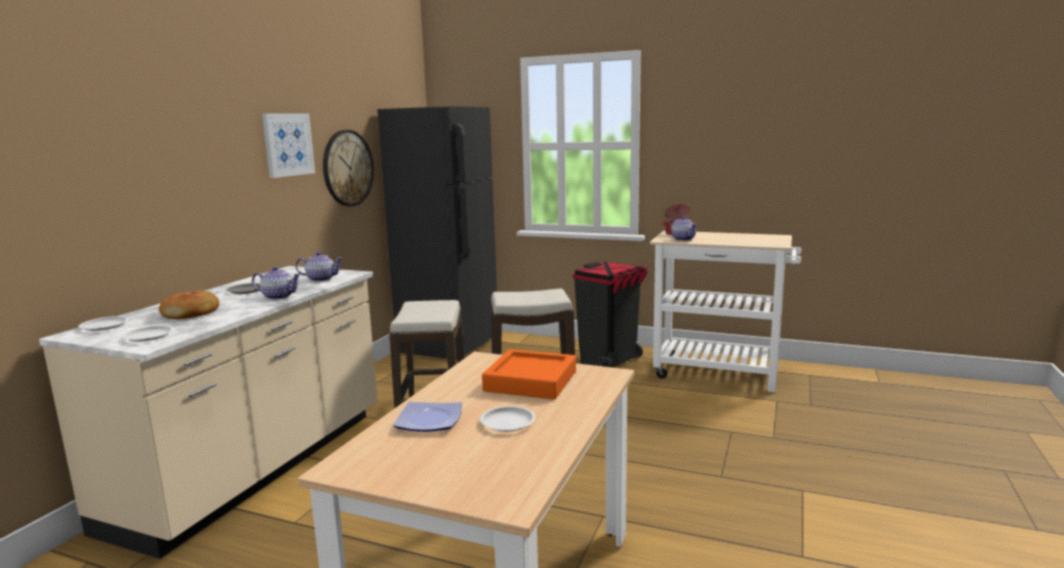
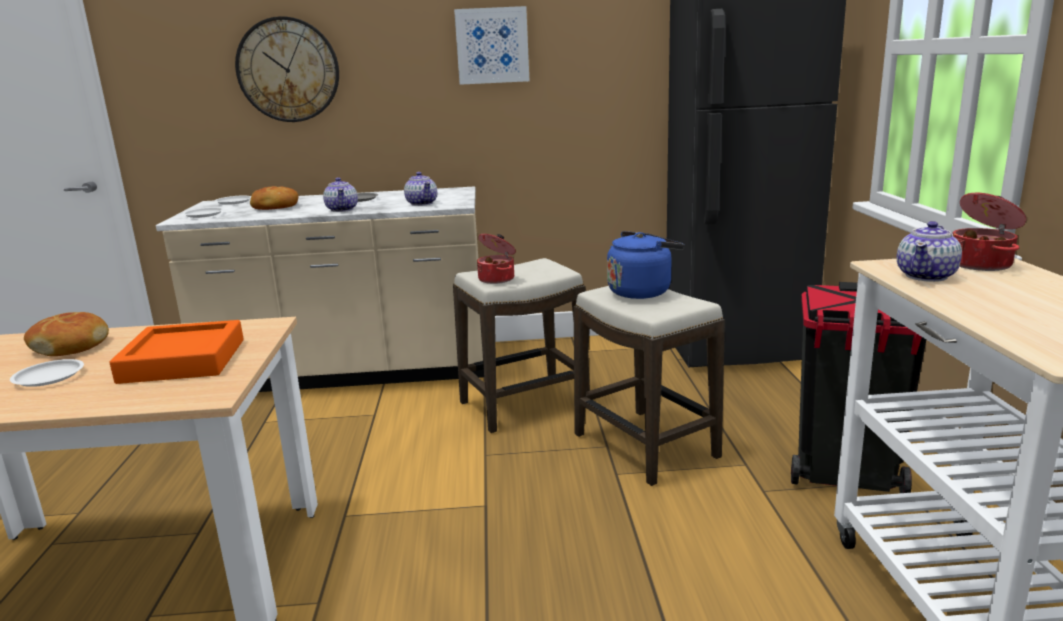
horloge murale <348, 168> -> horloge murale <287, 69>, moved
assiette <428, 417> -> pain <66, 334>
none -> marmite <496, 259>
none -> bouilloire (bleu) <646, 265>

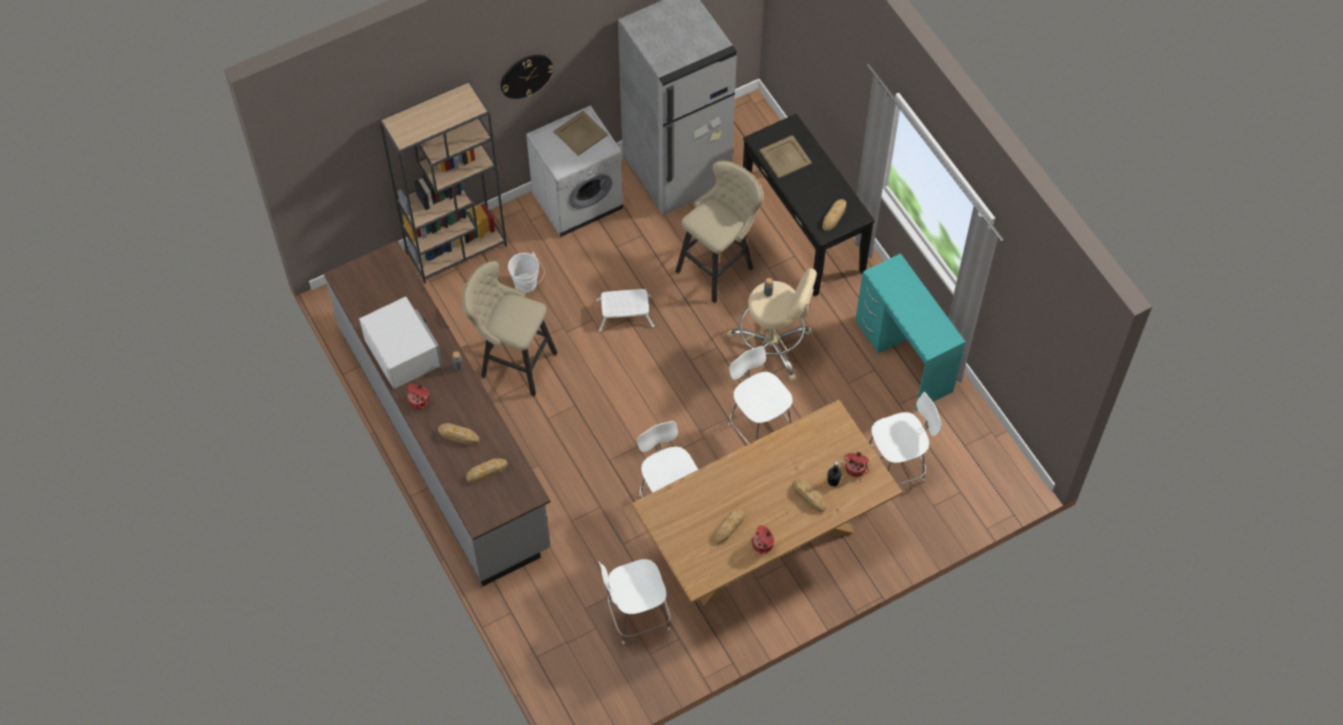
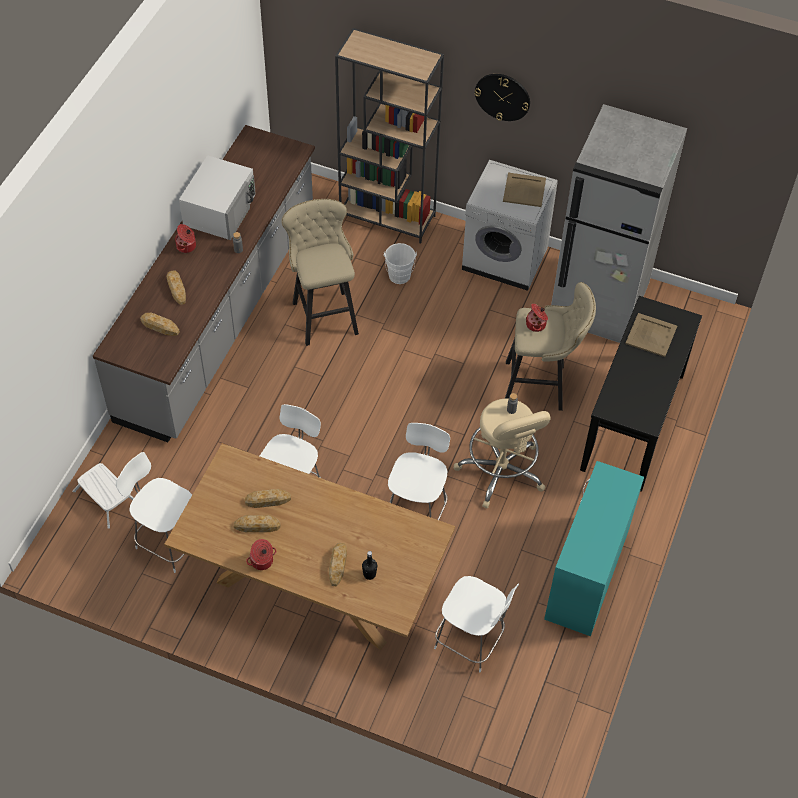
escabeau (blanc) <625, 310> -> escabeau (blanc) <103, 496>, moved
pain <834, 215> -> pain <268, 498>, moved
marmite <856, 464> -> marmite <537, 318>, moved

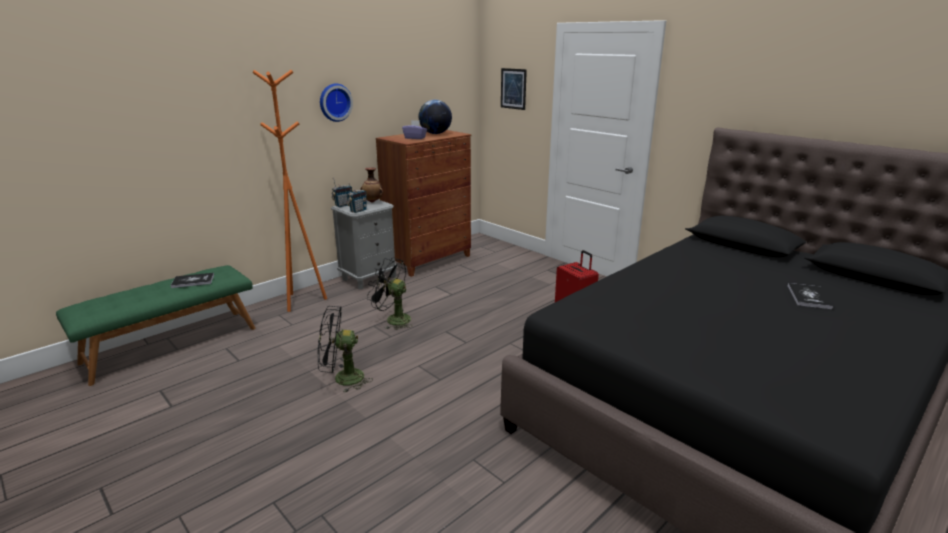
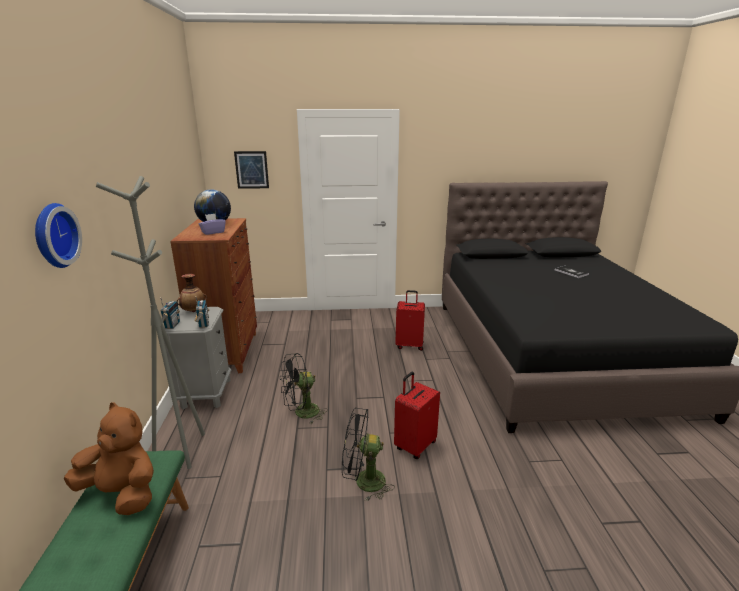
livre <192, 280> -> peluche (marron) <109, 458>
portant (orange) <290, 191> -> portant (gris) <150, 322>
ventilateur (noir) <345, 349> -> ventilateur (noir) <368, 455>, 60 degrees clockwise
horloge murale <336, 102> -> horloge murale <58, 235>, moved
none -> valise (rouge) <417, 415>

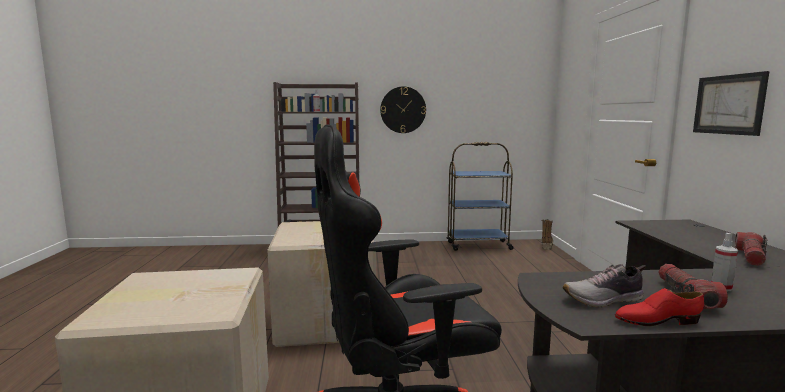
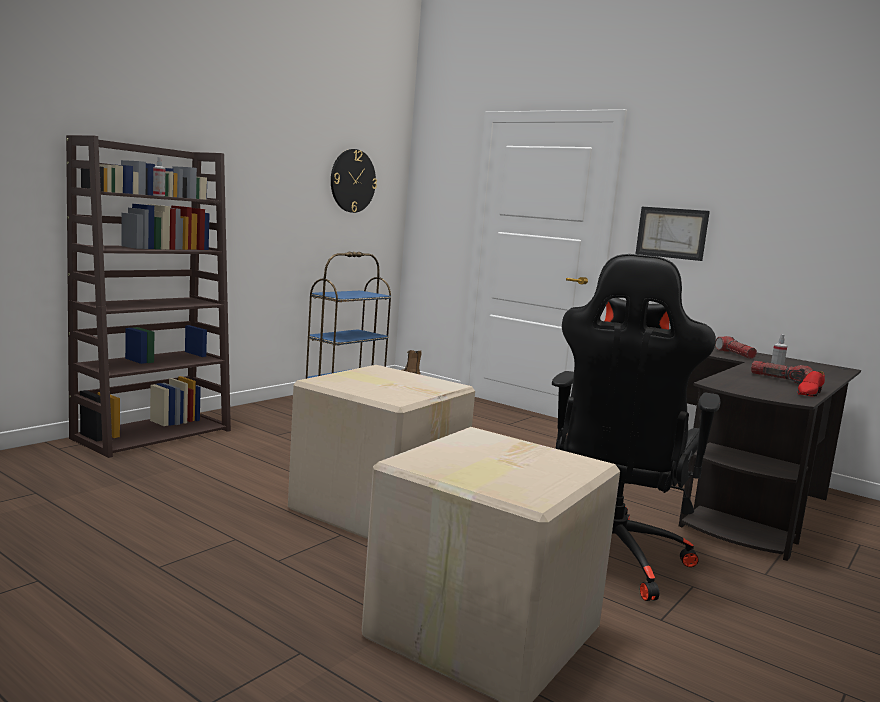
horloge murale <403, 109> -> horloge murale <354, 181>, moved
chaussure <604, 286> -> none

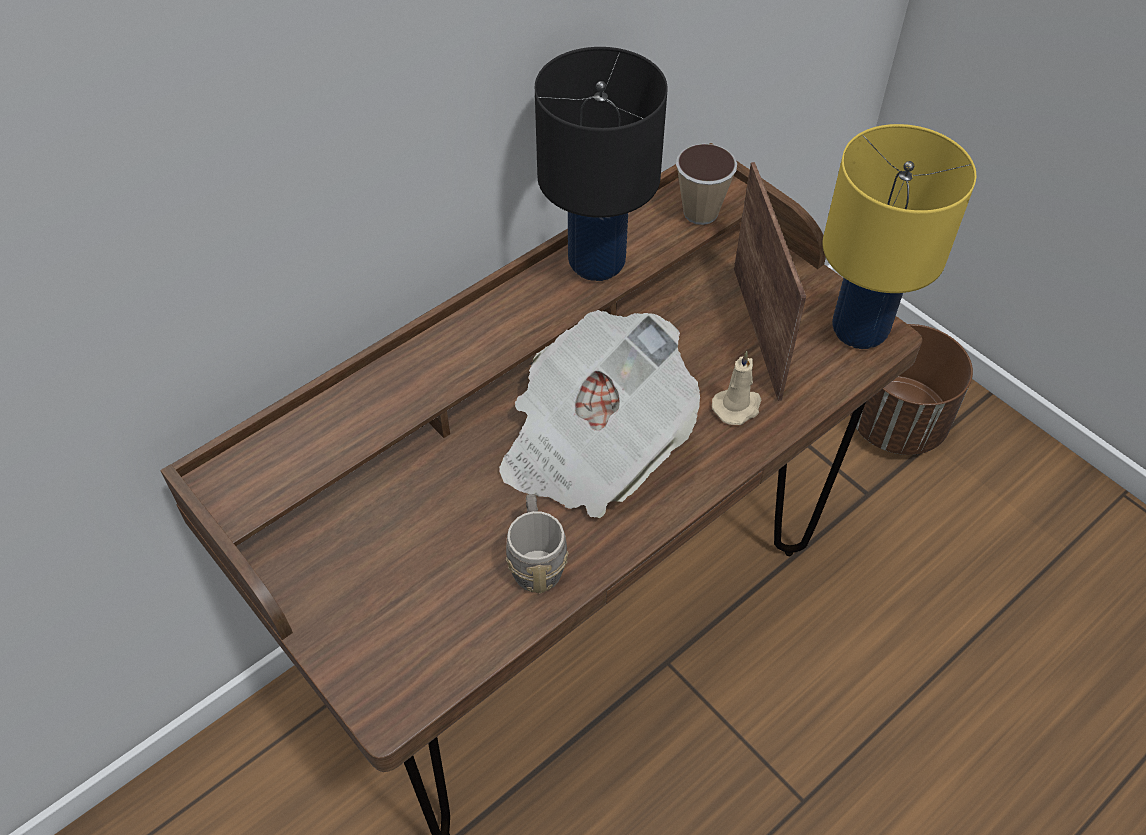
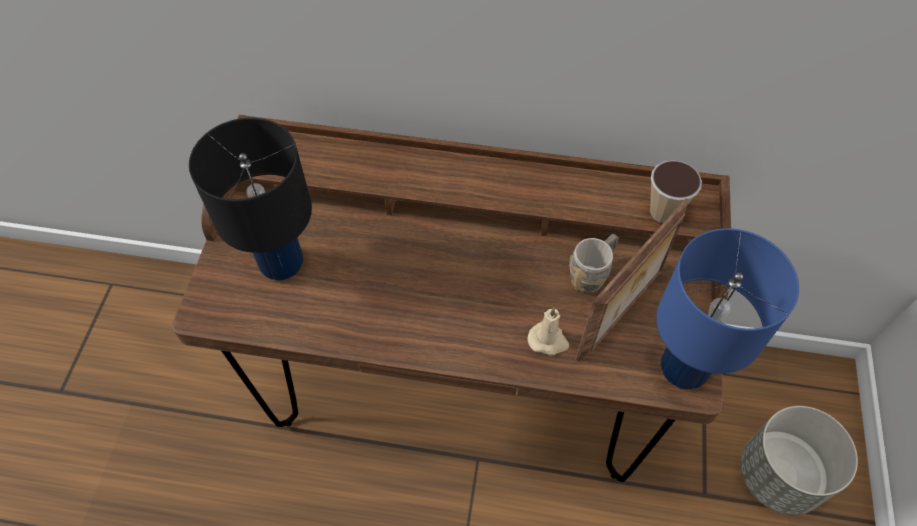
journal <599, 414> -> none
mug (gris) <537, 544> -> mug (gris) <594, 263>, moved
lampe de table (noir) <601, 164> -> lampe de table (noir) <250, 199>, moved
lampe de table (jaune) <899, 236> -> lampe de table (bleu) <727, 308>
cache-pot (marron) <911, 389> -> cache-pot (gris) <799, 460>

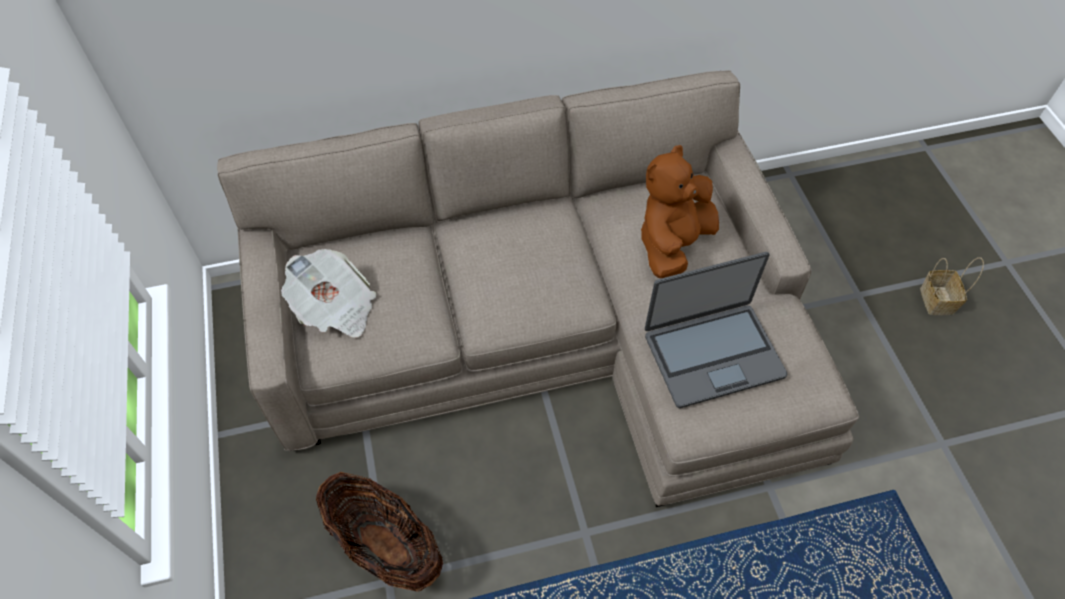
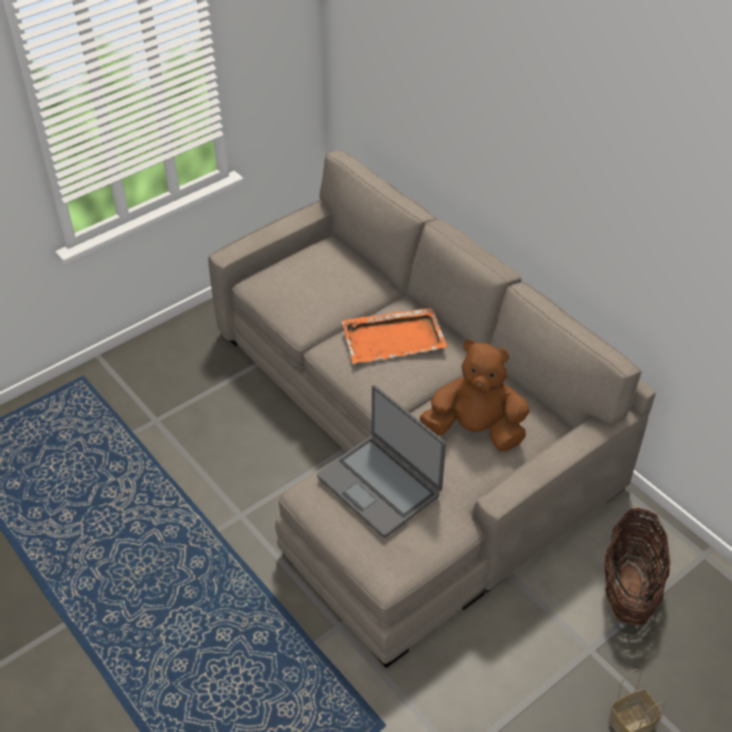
journal <329, 293> -> none
panier <379, 532> -> panier <637, 566>, moved
none -> plateau (orange) <394, 336>

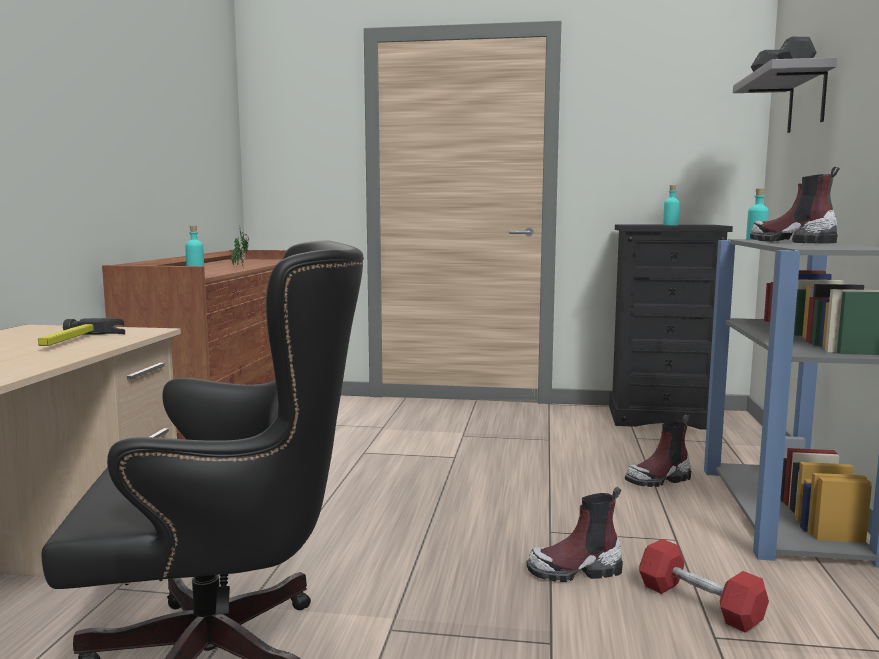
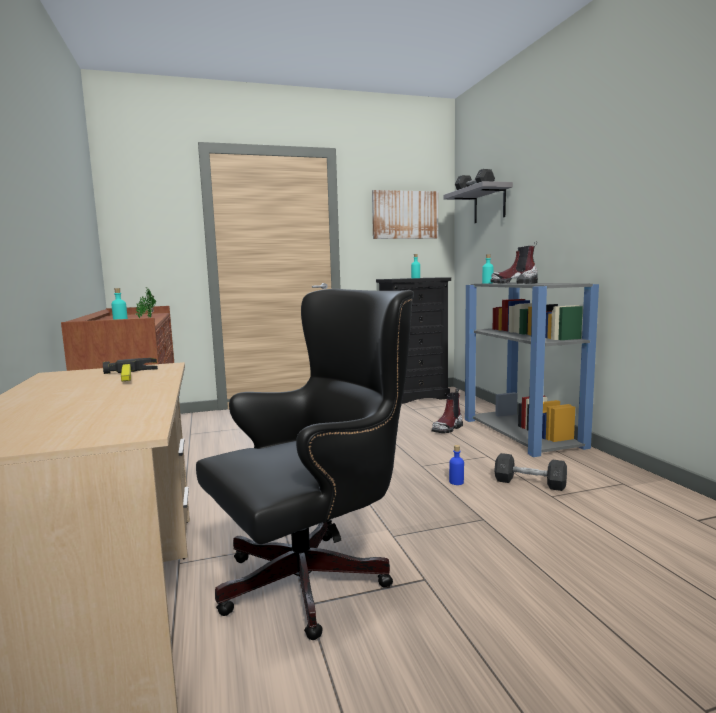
botte <575, 534> -> bouteille (bleu) <456, 465>
haltère (rouge) <704, 586> -> haltère (gris) <530, 472>
none -> tableau <405, 214>

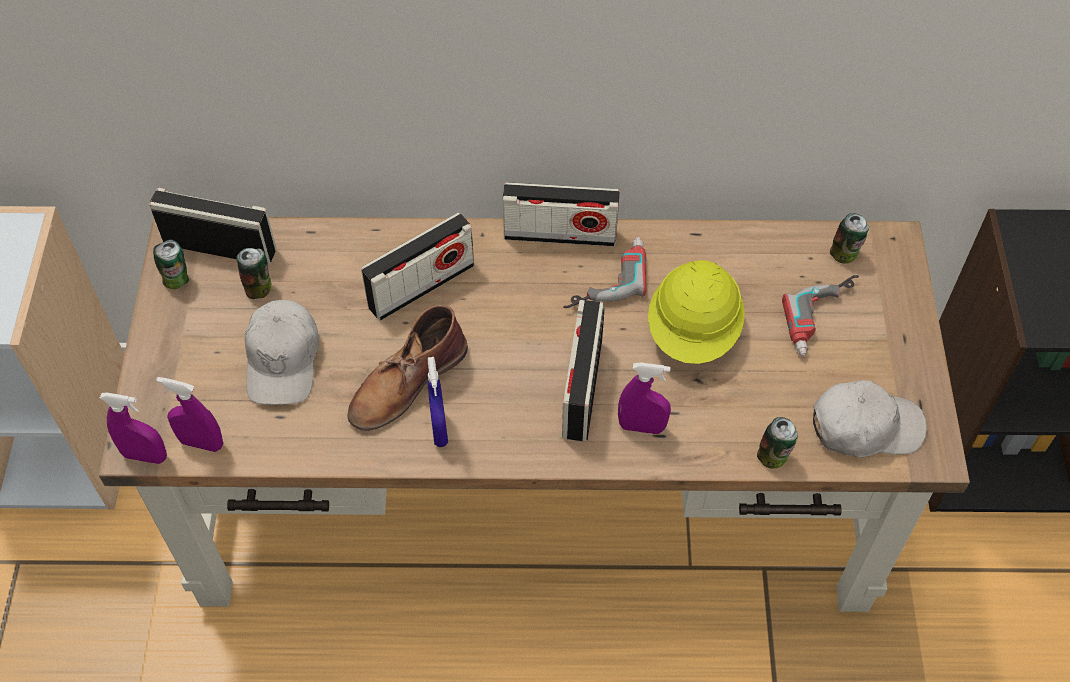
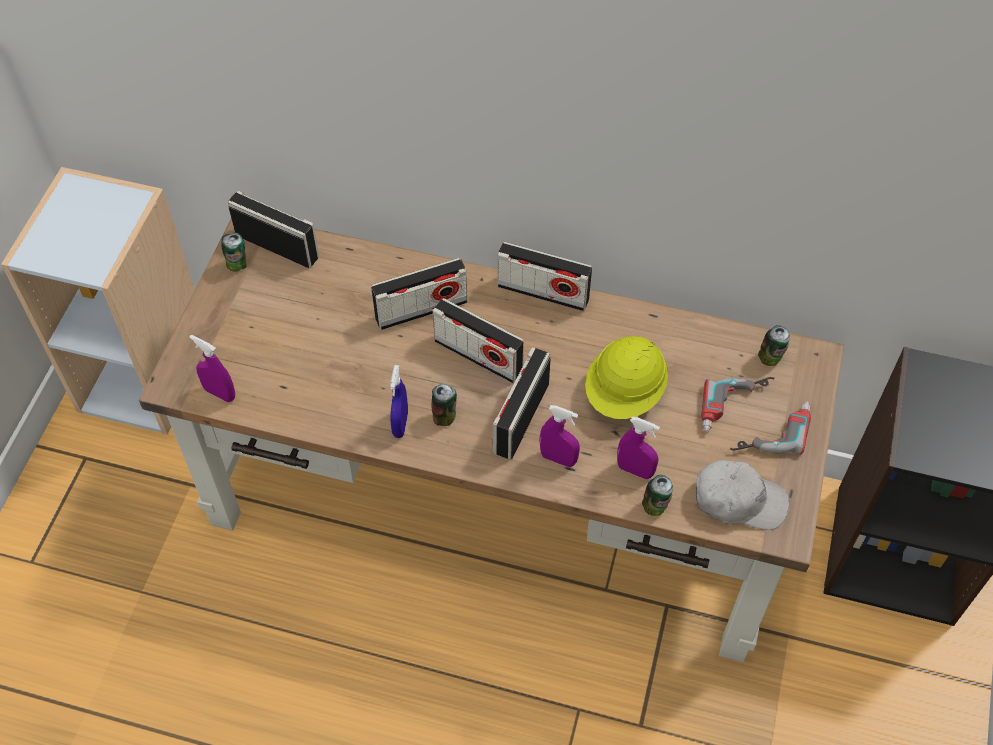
vaporisateur (violet) <133, 428> -> vaporisateur (violet) <638, 448>, moved
boîte métallique <253, 273> -> boîte métallique <444, 405>, moved
casquette (blanc) <282, 352> -> none
botte (marron) <407, 368> -> none
perceuse <604, 272> -> perceuse <770, 428>, moved
none -> radio <478, 340>

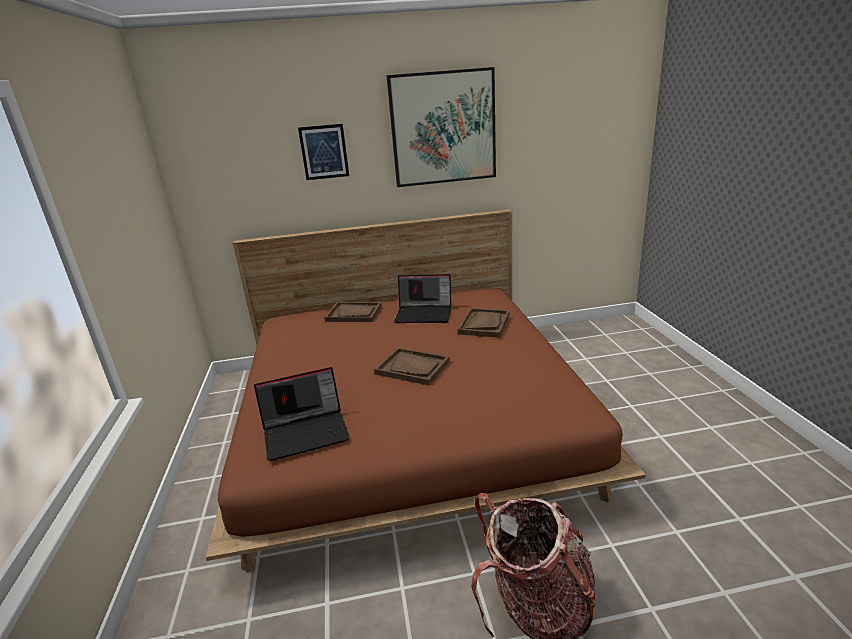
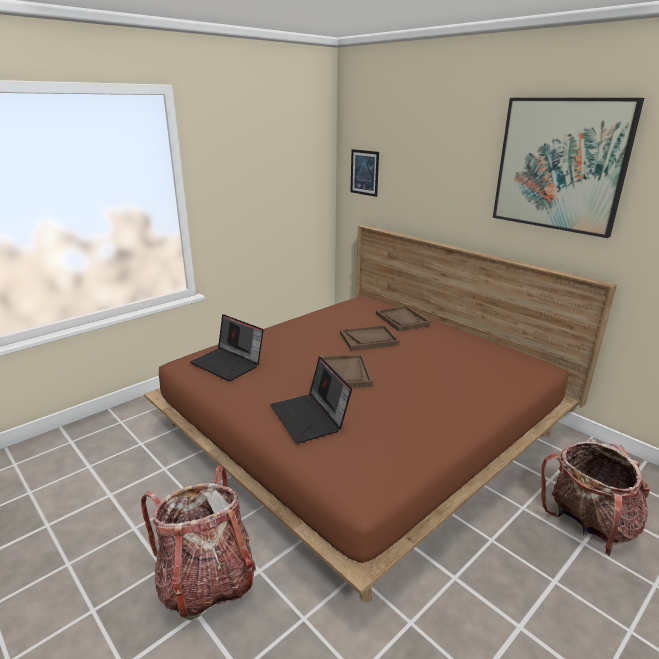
tableau <323, 152> -> tableau <364, 173>, moved
ordinateur portable <422, 298> -> ordinateur portable <311, 399>, moved
plateau (marron) <484, 323> -> plateau (marron) <370, 338>, moved
none -> sac à dos <595, 497>

